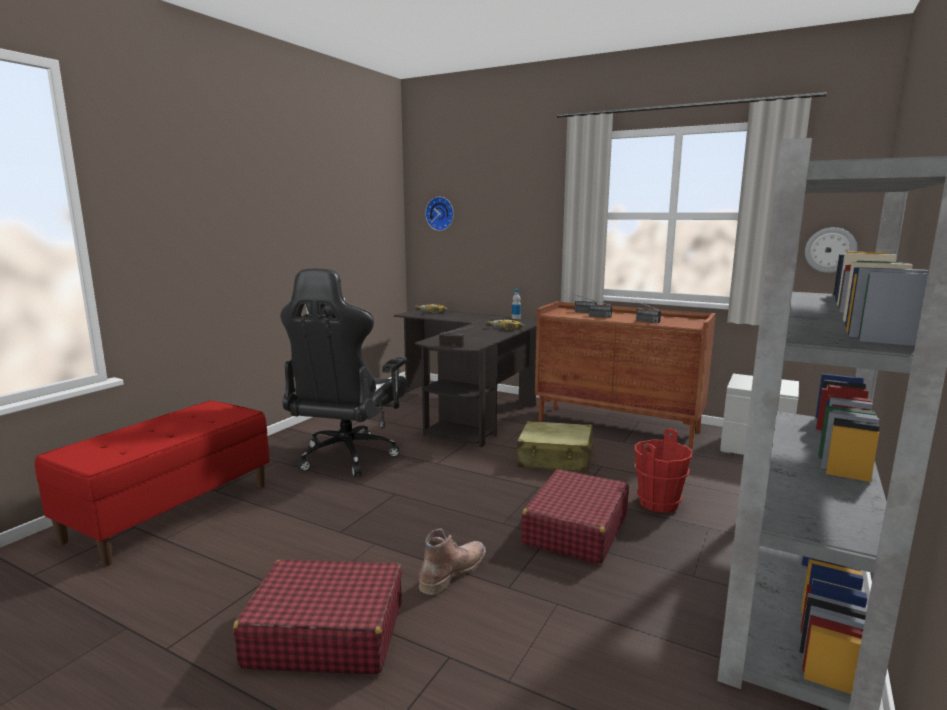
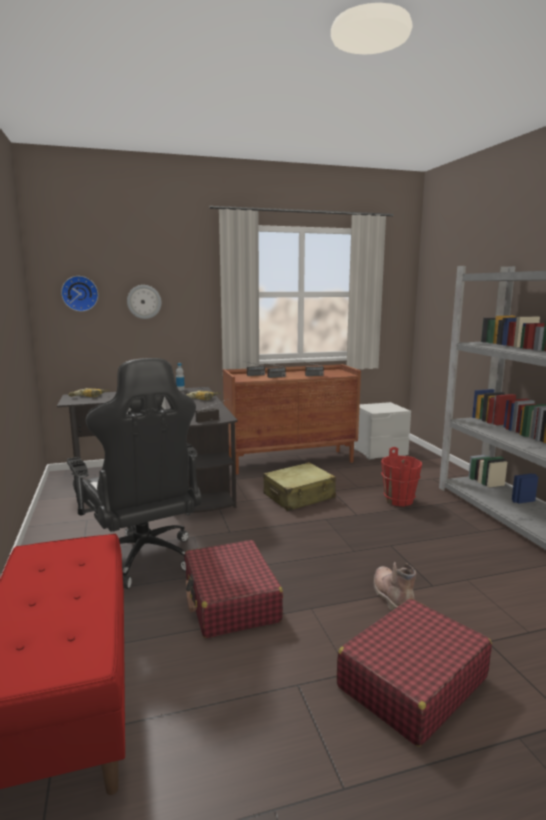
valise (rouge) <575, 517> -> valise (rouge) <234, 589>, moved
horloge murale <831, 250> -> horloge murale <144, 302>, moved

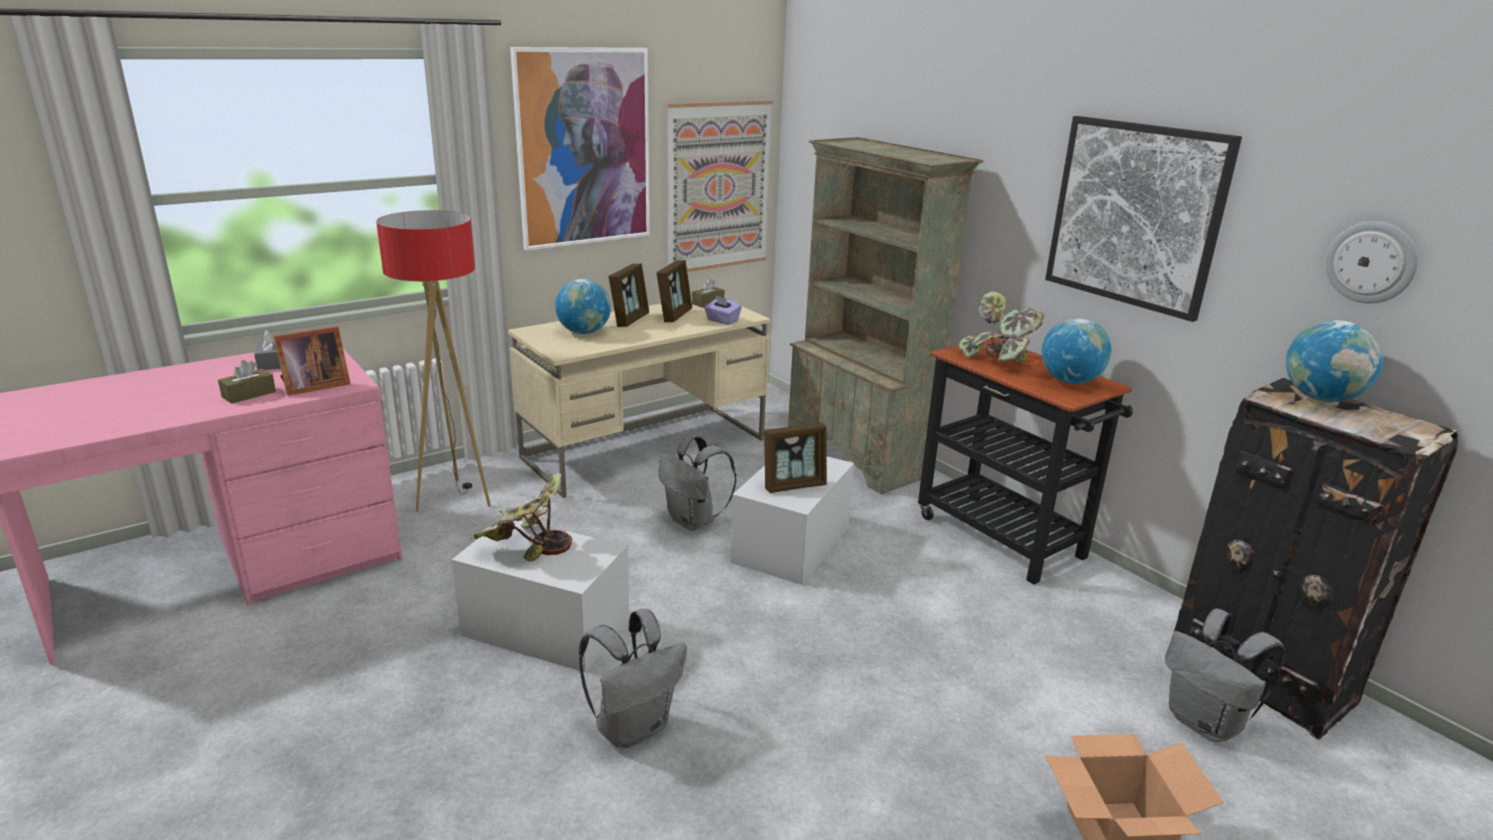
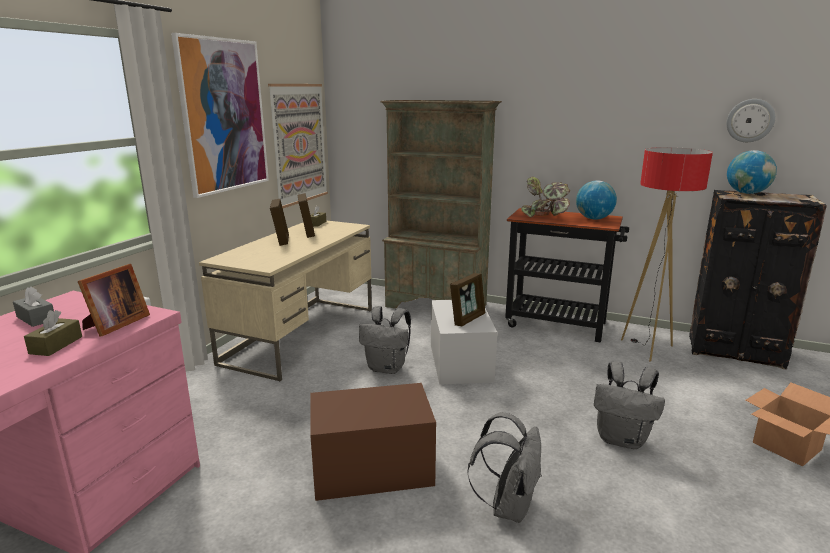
lampadaire <433, 361> -> lampadaire <667, 254>, moved
boîte de rangement (blanc) <540, 596> -> boîte de rangement (marron) <373, 442>
plante en pot <523, 517> -> none
globe <583, 306> -> none
boîte à mouchoirs (violet) <723, 310> -> none
tableau <1143, 219> -> none
sac à dos (gris) <1225, 675> -> sac à dos (gris) <629, 405>, moved

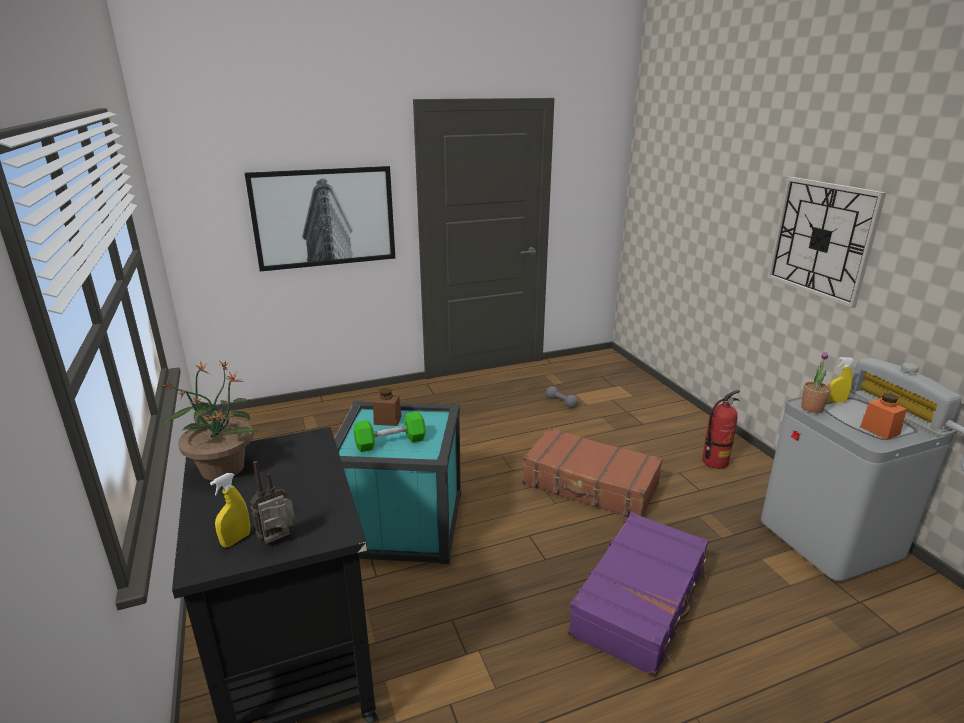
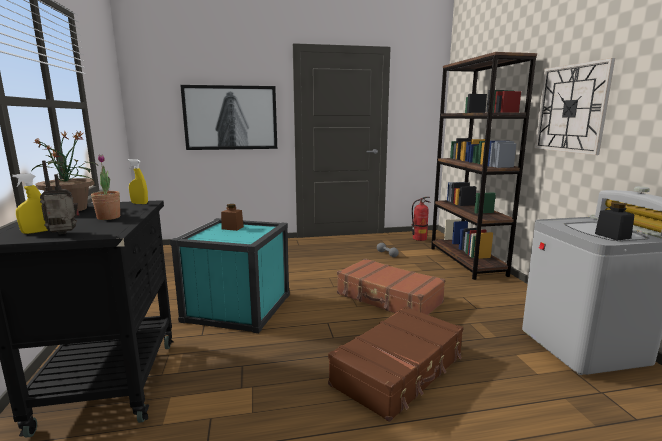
haltère (vert) <390, 431> -> none
valise (violet) <638, 594> -> valise (marron) <395, 364>
extincteur <721, 429> -> extincteur <421, 219>, moved
plante en pot <816, 382> -> plante en pot <105, 187>, moved
vaporisateur (jaune) <841, 380> -> vaporisateur (jaune) <137, 181>, moved
bocal (orange) <883, 416> -> bocal (noir) <615, 221>
none -> bibliothèque (marron) <484, 166>

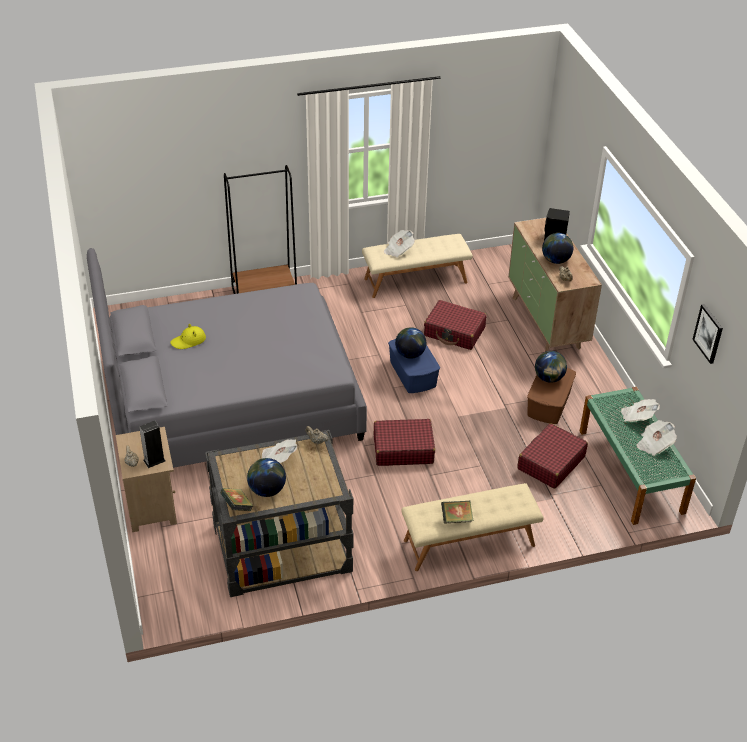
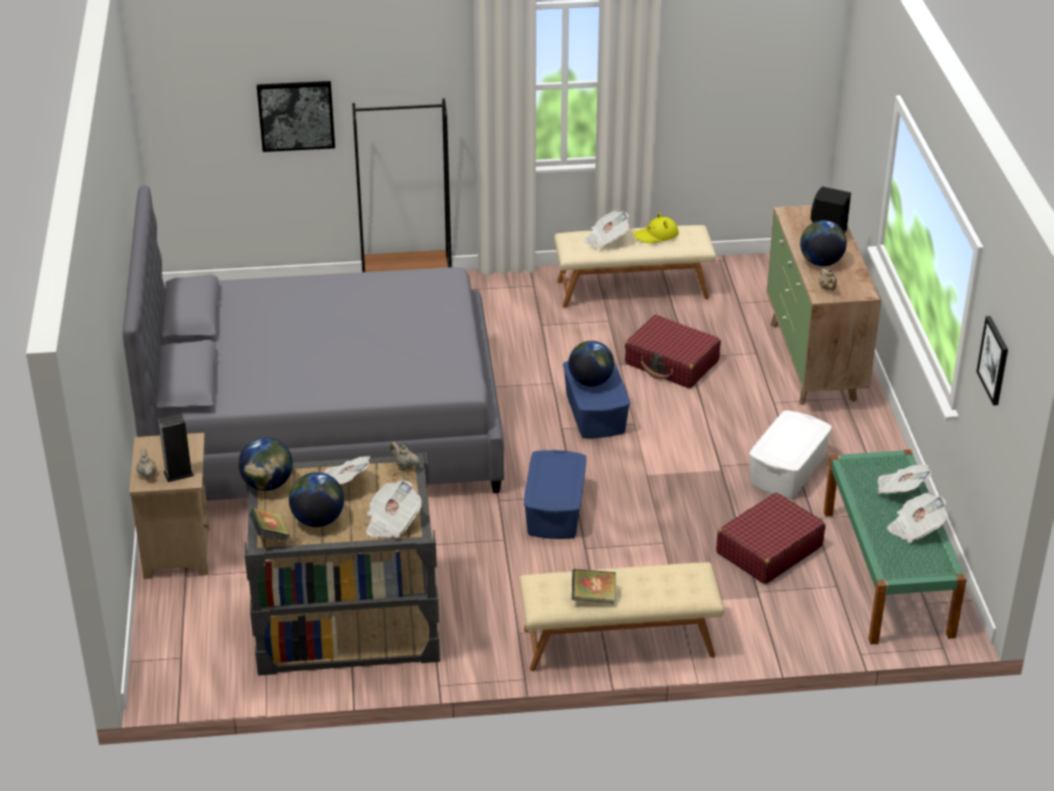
chapeau (jaune) <188, 336> -> chapeau (jaune) <655, 228>, moved
valise (rouge) <404, 442> -> boîte de rangement (bleu) <555, 494>
boîte de rangement (marron) <551, 396> -> boîte de rangement (blanc) <790, 454>
globe <551, 367> -> globe <265, 464>, moved
none -> tableau <296, 116>
none -> journal <394, 509>

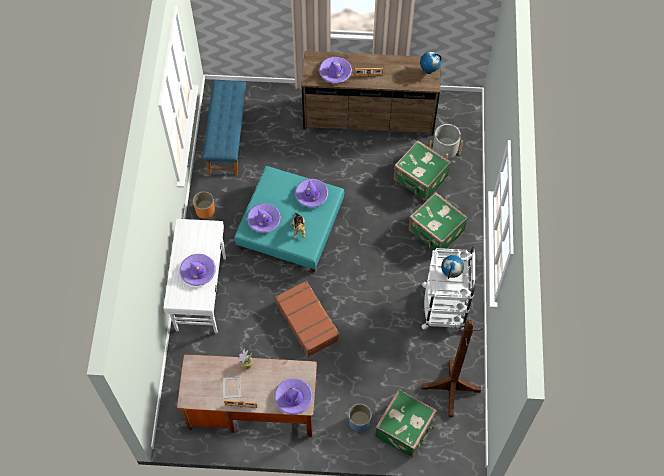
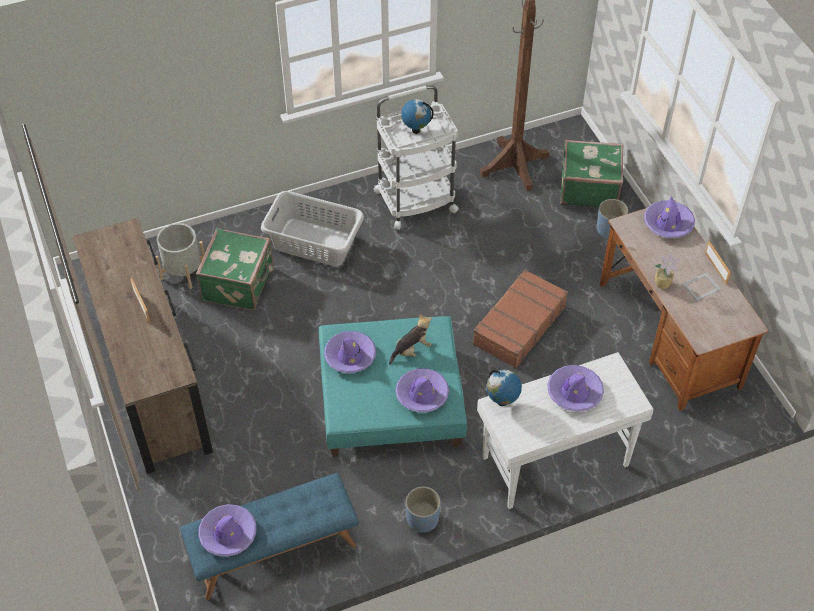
cache-pot (orange) <204, 205> -> cache-pot (bleu) <423, 510>
chapeau (violet) <335, 70> -> chapeau (violet) <227, 530>, moved
valise (vert) <438, 221> -> panier à linge (gris) <312, 228>
globe <430, 63> -> globe <504, 388>, moved

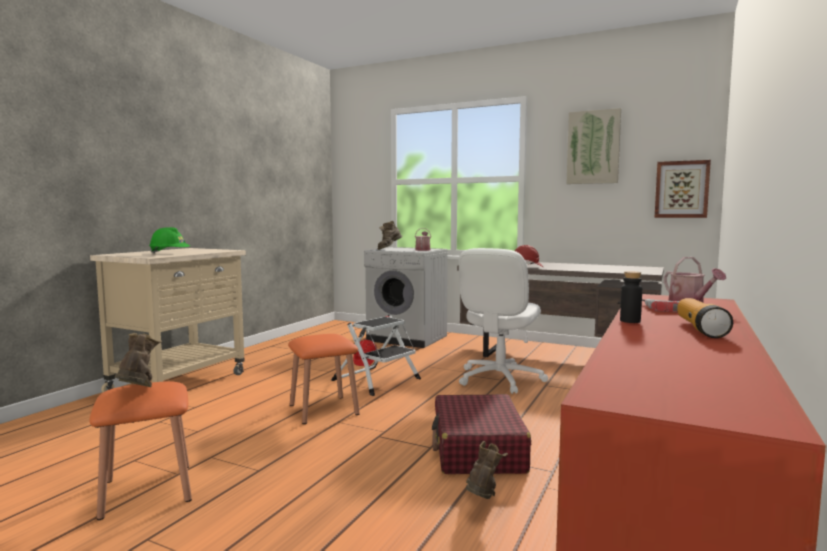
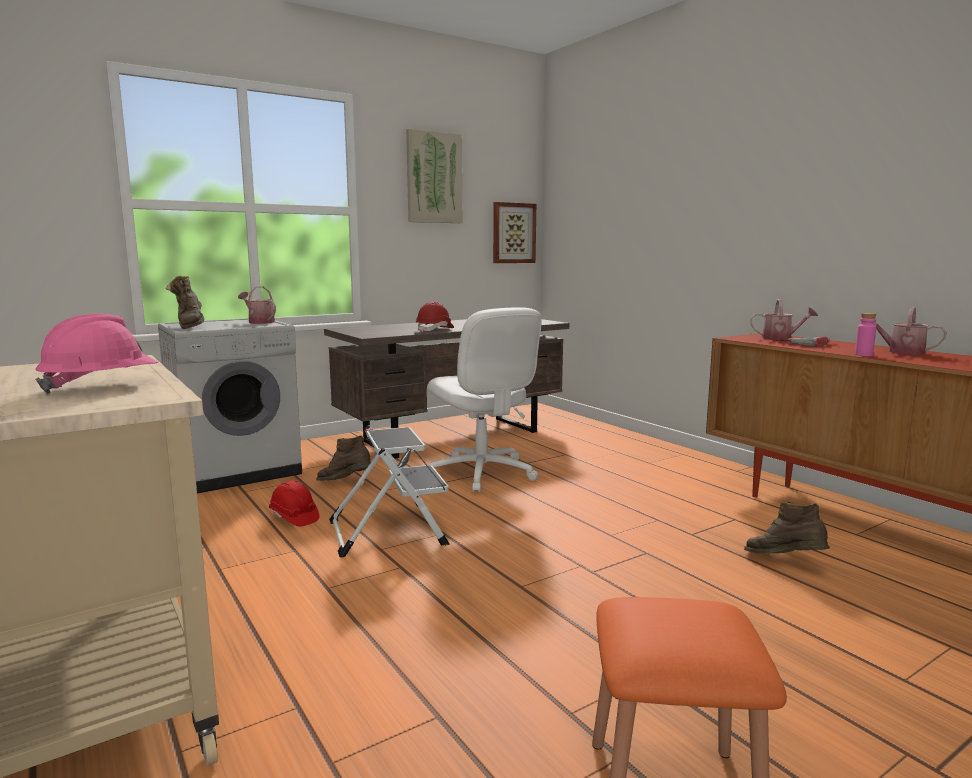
botte (marron) <138, 360> -> botte (marron) <343, 458>, moved
casque de chantier (vert) <169, 240> -> casque de chantier (rose) <96, 354>
tabouret (orange) <324, 379> -> none
valise (rouge) <481, 434> -> none
bouteille (noir) <631, 297> -> bouteille (rose) <865, 334>
lampe de poche <705, 318> -> arrosoir <910, 331>

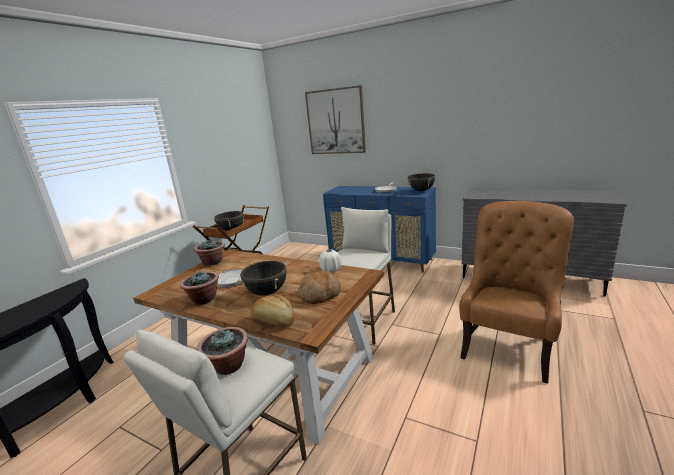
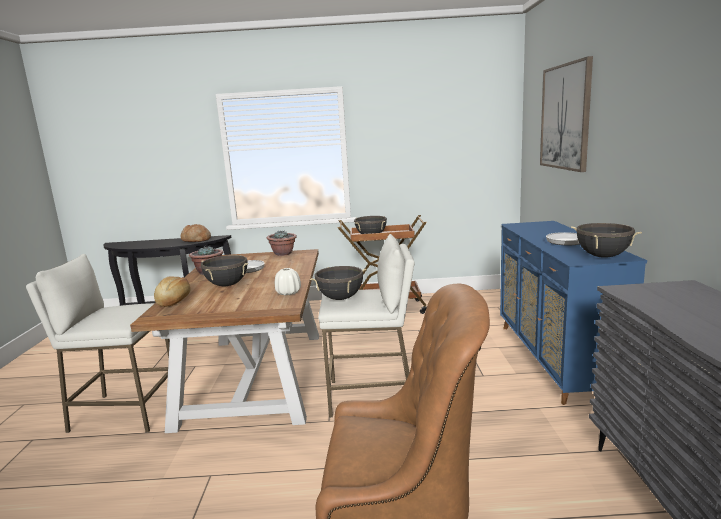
plante en pot <222, 351> -> none
pain <320, 287> -> pain <195, 233>, moved
none -> marmite (noir) <338, 283>

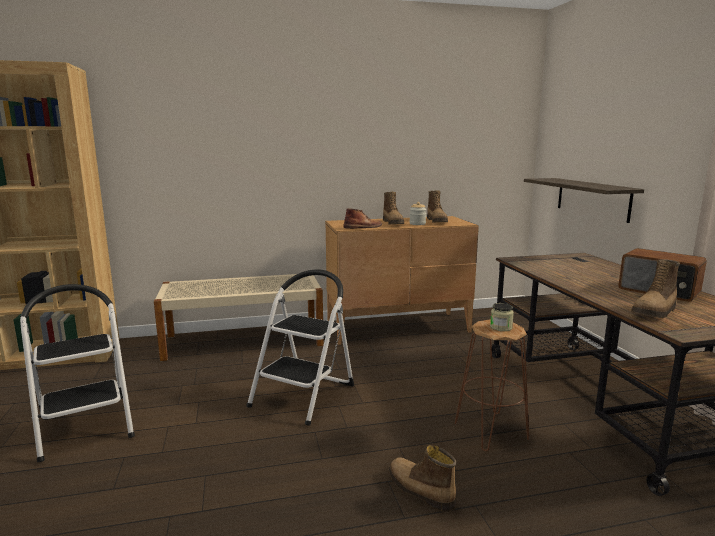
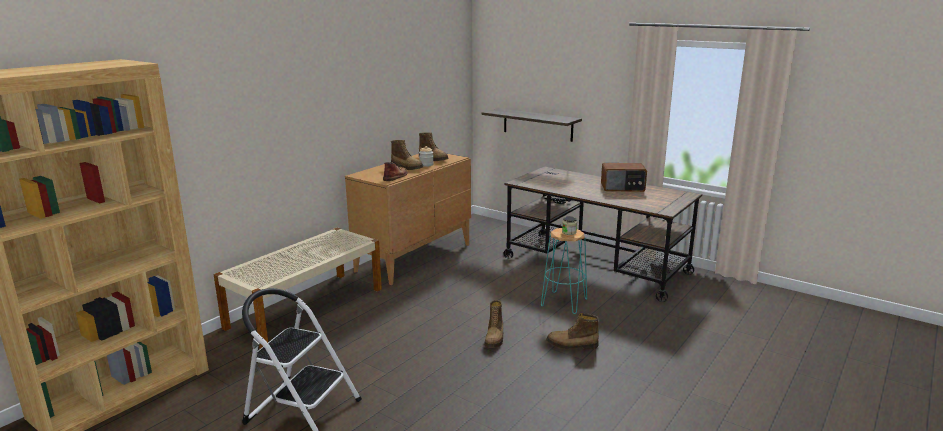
escabeau <300, 347> -> none
tabouret (marron) <492, 385> -> tabouret (turquoise) <564, 271>
botte <655, 288> -> botte <493, 324>, moved

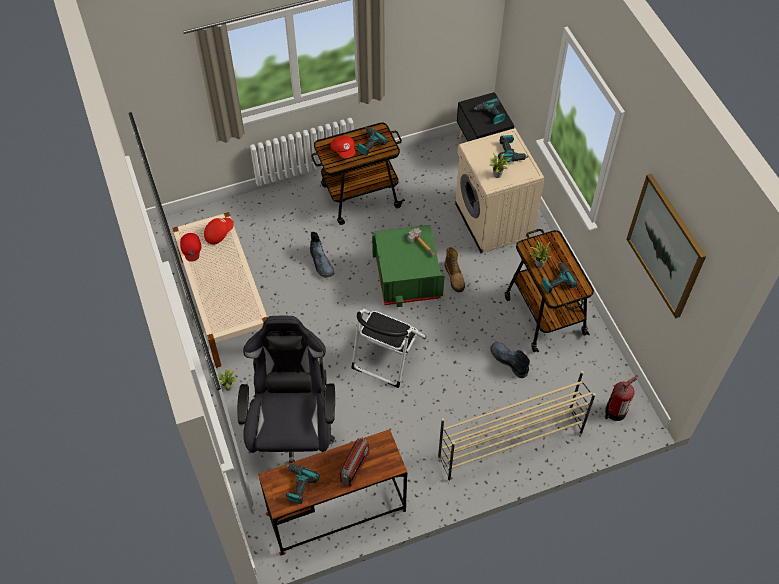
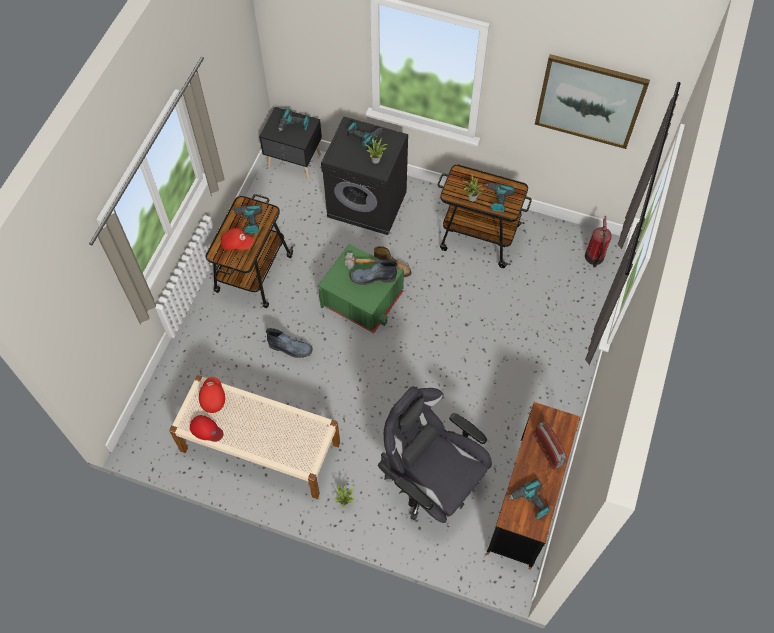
escabeau <388, 348> -> none
étagère à chaussures (beige) <517, 426> -> none
lave-linge (beige) <500, 190> -> lave-linge (noir) <364, 176>
botte <510, 360> -> botte <373, 272>, moved

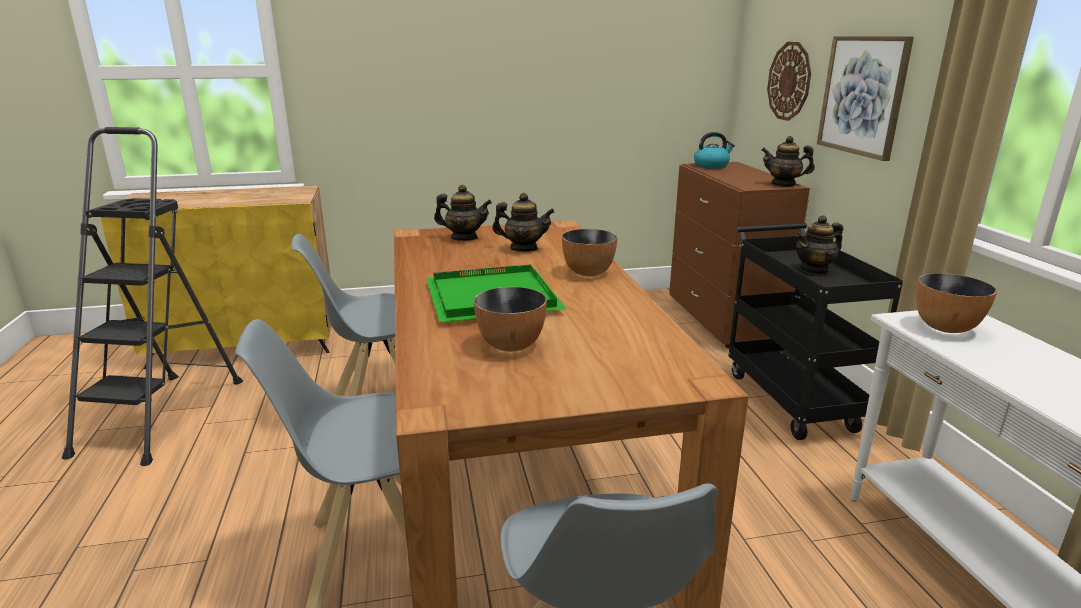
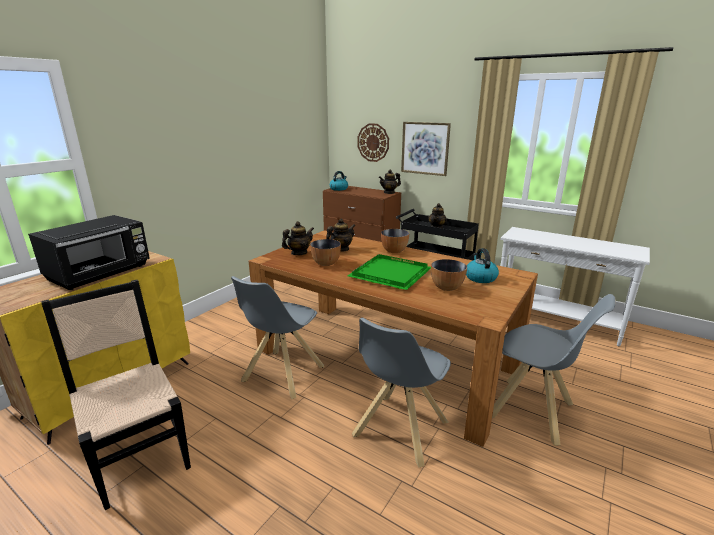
escabeau <152, 296> -> chaise <116, 395>
bol <957, 303> -> bol <325, 252>, moved
none -> micro-ondes (noir) <89, 252>
none -> bouilloire <482, 265>

